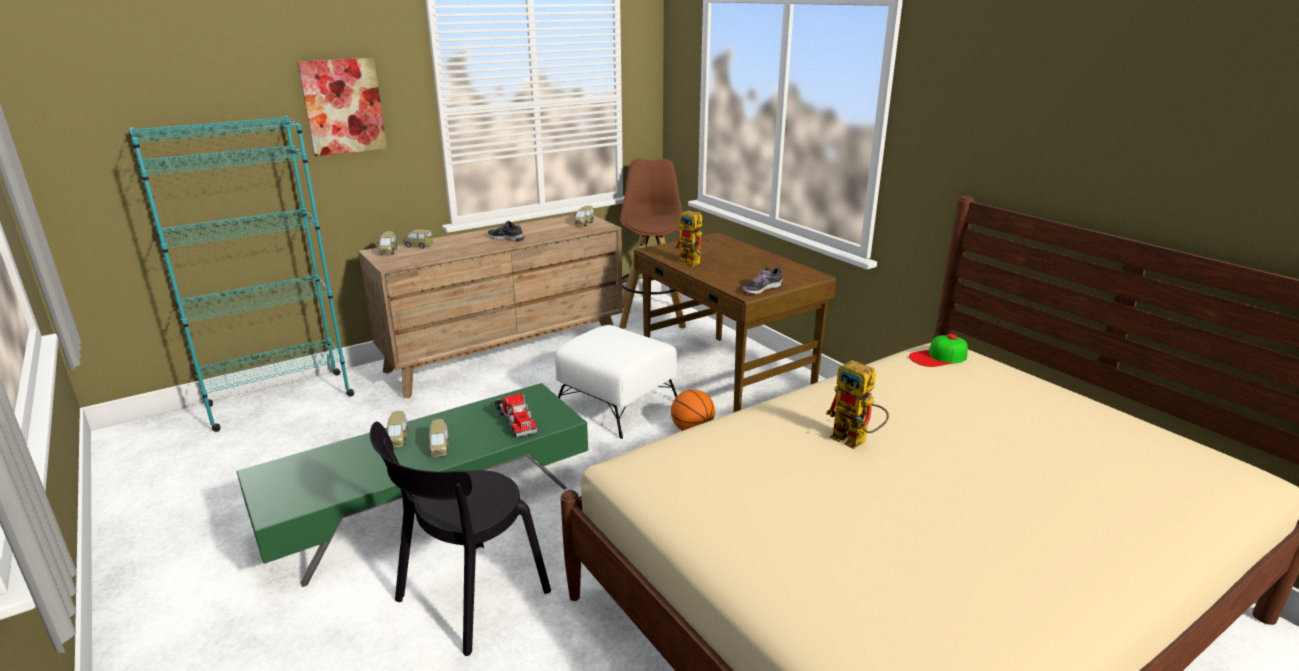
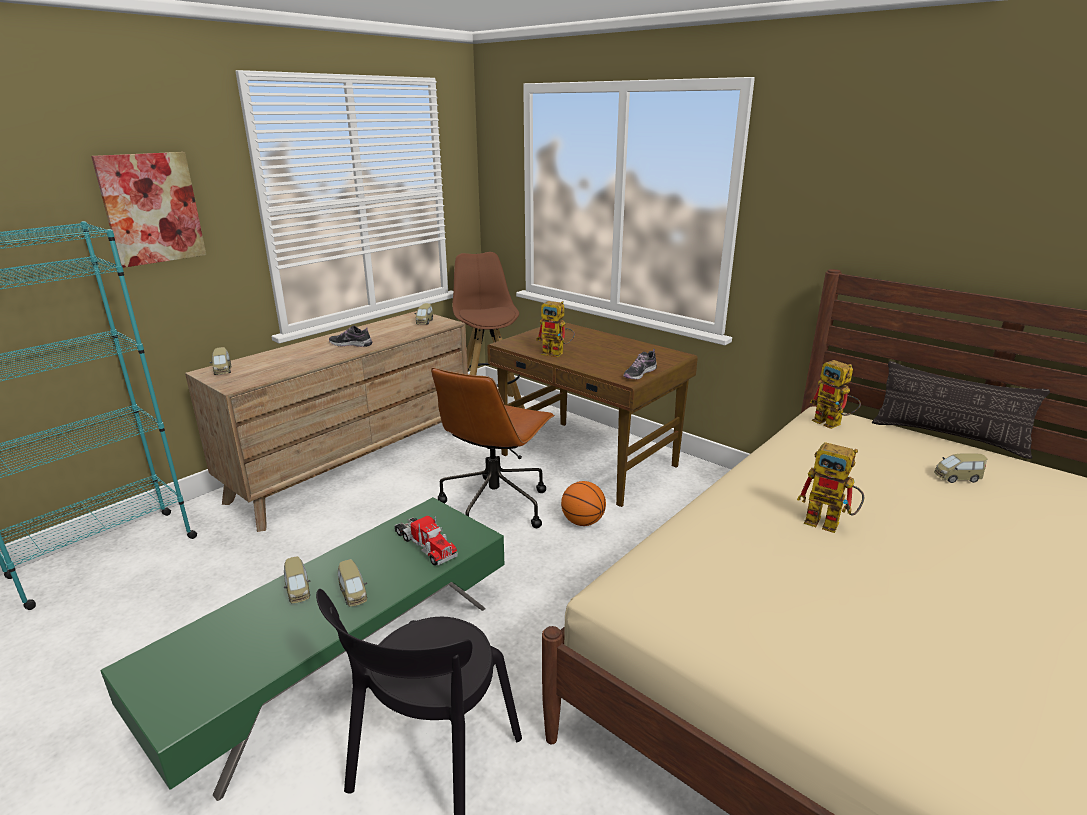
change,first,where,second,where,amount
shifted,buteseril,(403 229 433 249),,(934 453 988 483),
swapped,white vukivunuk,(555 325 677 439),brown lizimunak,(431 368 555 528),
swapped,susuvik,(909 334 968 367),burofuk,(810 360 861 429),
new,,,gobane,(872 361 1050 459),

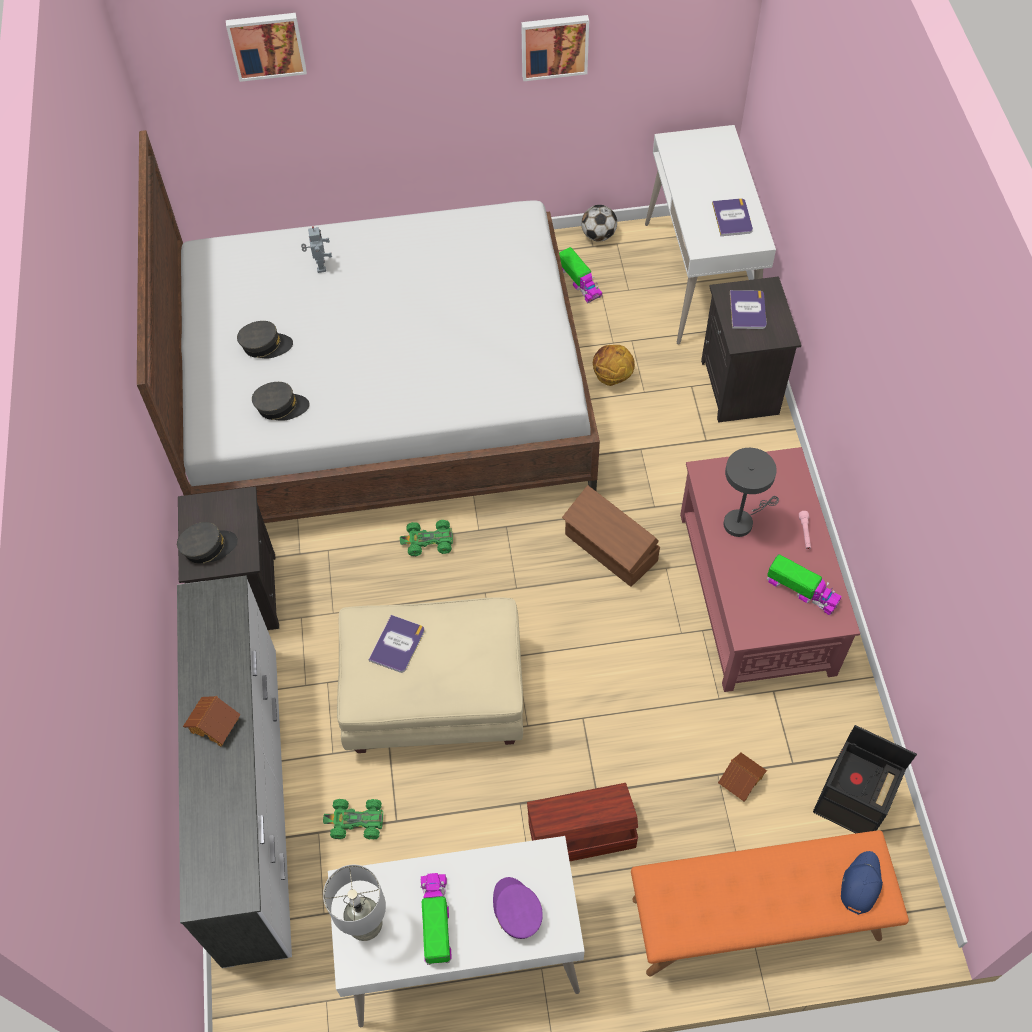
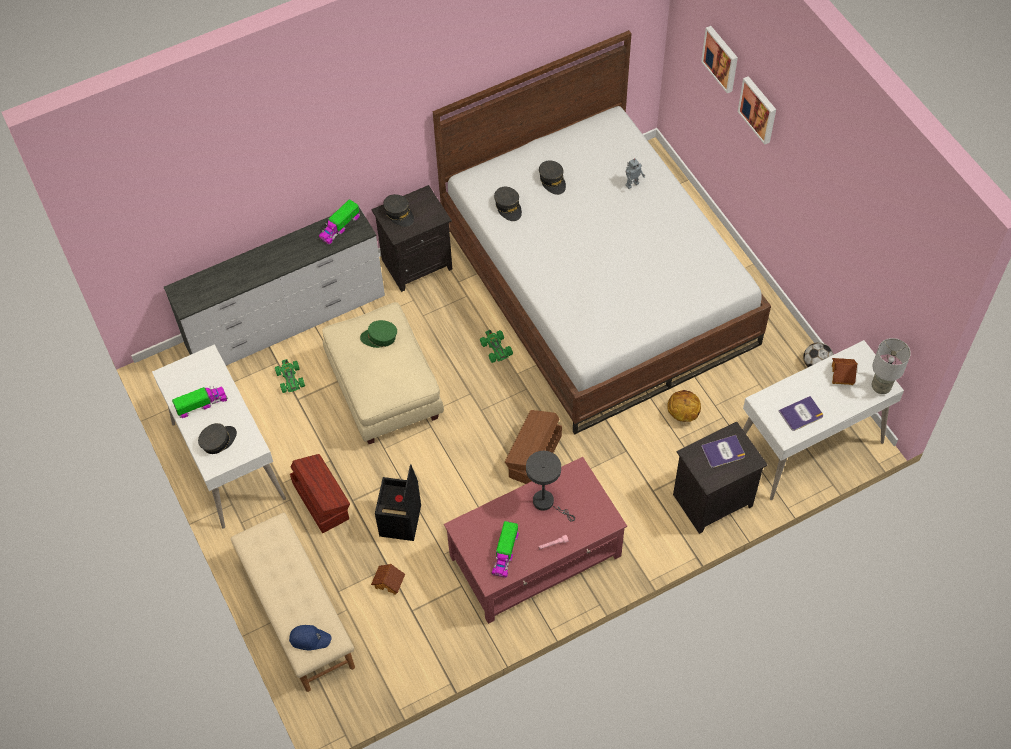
change,first,where,second,where,amount
shifted,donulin,(183 696 241 746),,(832 358 858 385),
shifted,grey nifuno,(323 864 386 941),,(872 338 911 394),
swapped,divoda,(369 615 425 673),green susuvik,(360 320 397 348),
repainted,purple susuvik,(493 877 543 939),grey susuvik,(198 423 237 454),
shifted,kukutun,(521 15 589 81),,(738 76 776 145),
shifted,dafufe,(559 247 602 303),,(319 199 360 245),
repainted,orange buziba,(631 830 909 976),beige buziba,(231 513 355 692),
shifted,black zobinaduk,(813 725 917 833),,(375 464 421 541),

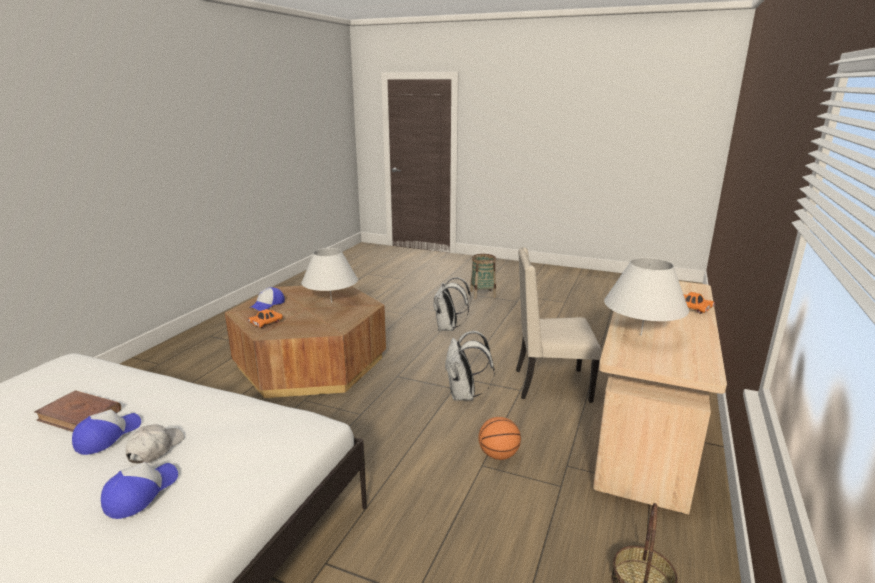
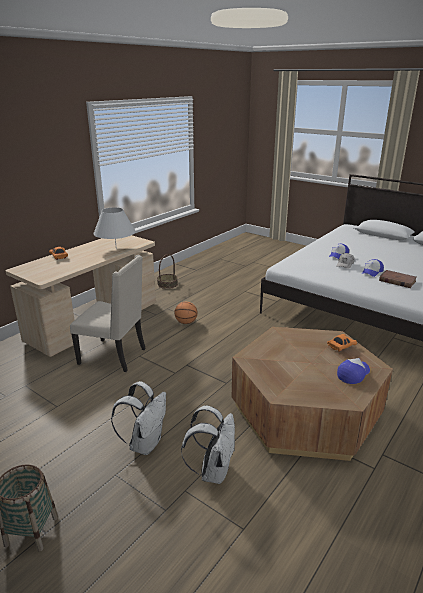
change,first,where,second,where,amount
gone,white nifuno,(301 248 358 303),,,
shifted,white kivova,(445 331 495 401),,(181 405 235 484),

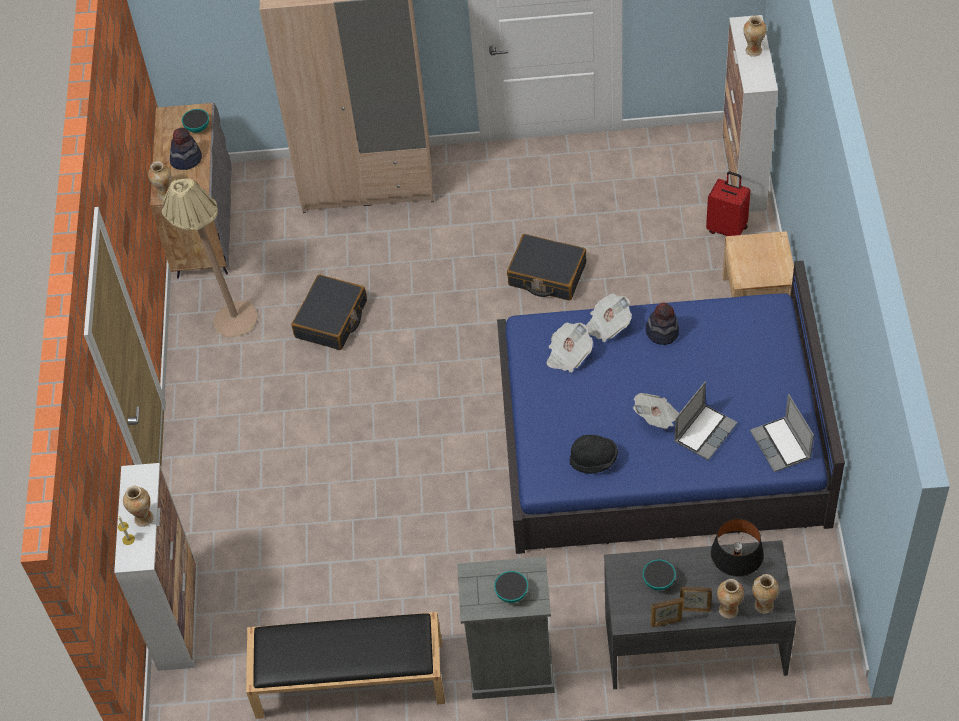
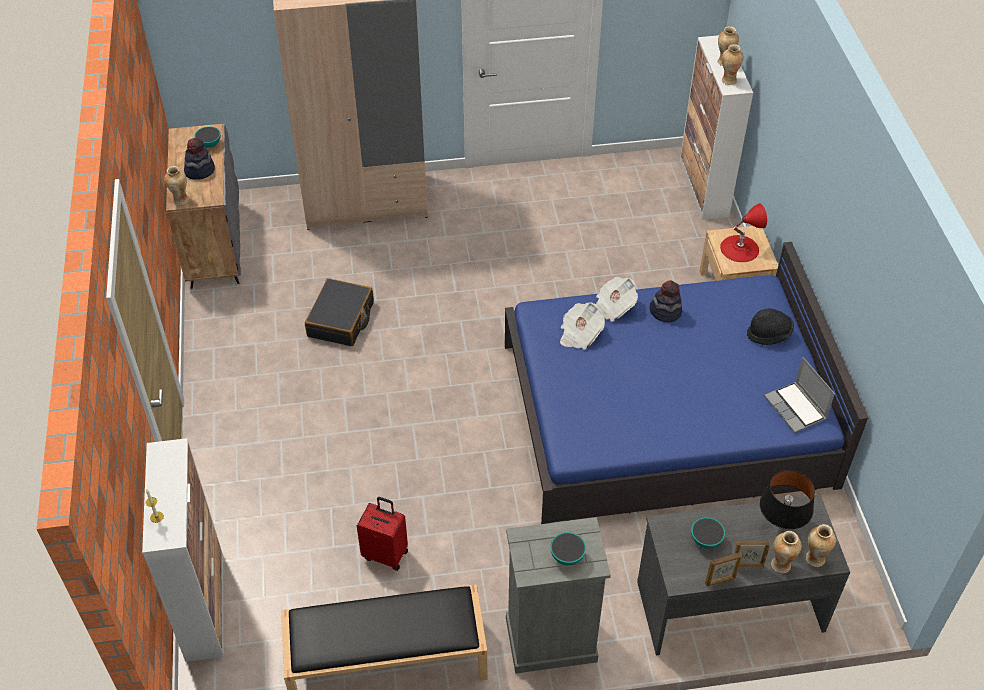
change,first,where,second,where,amount
shifted,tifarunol,(123 486 154 527),,(722 44 743 85),
gone,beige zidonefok,(162 178 257 337),,,
gone,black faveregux,(507 234 586 301),,,
shifted,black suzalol,(569 435 618 474),,(747 309 794 345),
gone,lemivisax,(633 393 679 429),,,
gone,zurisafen,(674 381 737 460),,,
shifted,red faveregux,(706 171 751 236),,(357 497 408 571),
new,,,red nifuno,(720 204 767 262),

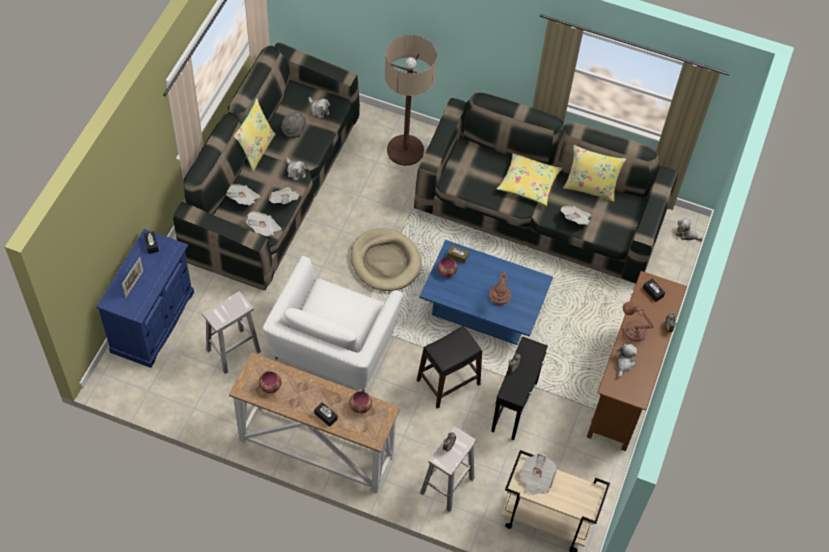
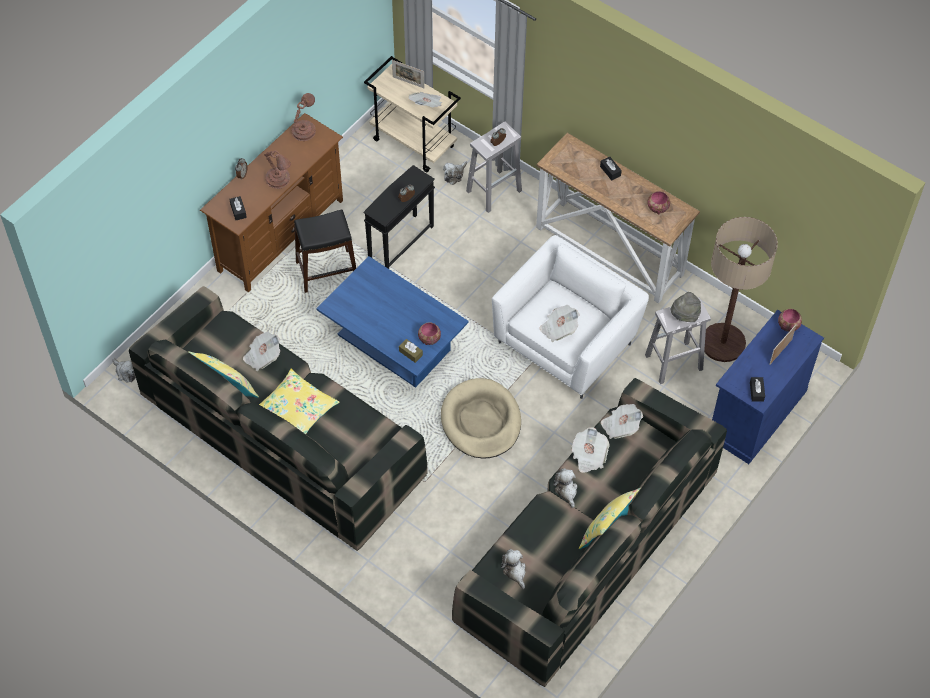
change,first,where,second,where,amount
shifted,lemivisax,(226 184 260 206),,(539 305 580 342),
shifted,grey suzalol,(281 112 306 138),,(671 292 701 322),
shifted,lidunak,(350 391 372 414),,(778 309 802 332),
shifted,zidonefok,(385 35 437 166),,(704 217 778 362),
shifted,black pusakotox,(417 326 482 409),,(294 210 356 293),
shifted,brown nifuno,(489 271 511 306),,(292 93 316 141),
shifted,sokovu,(615 344 637 378),,(443 161 467 185),
new,,,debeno,(392 60 424 88),

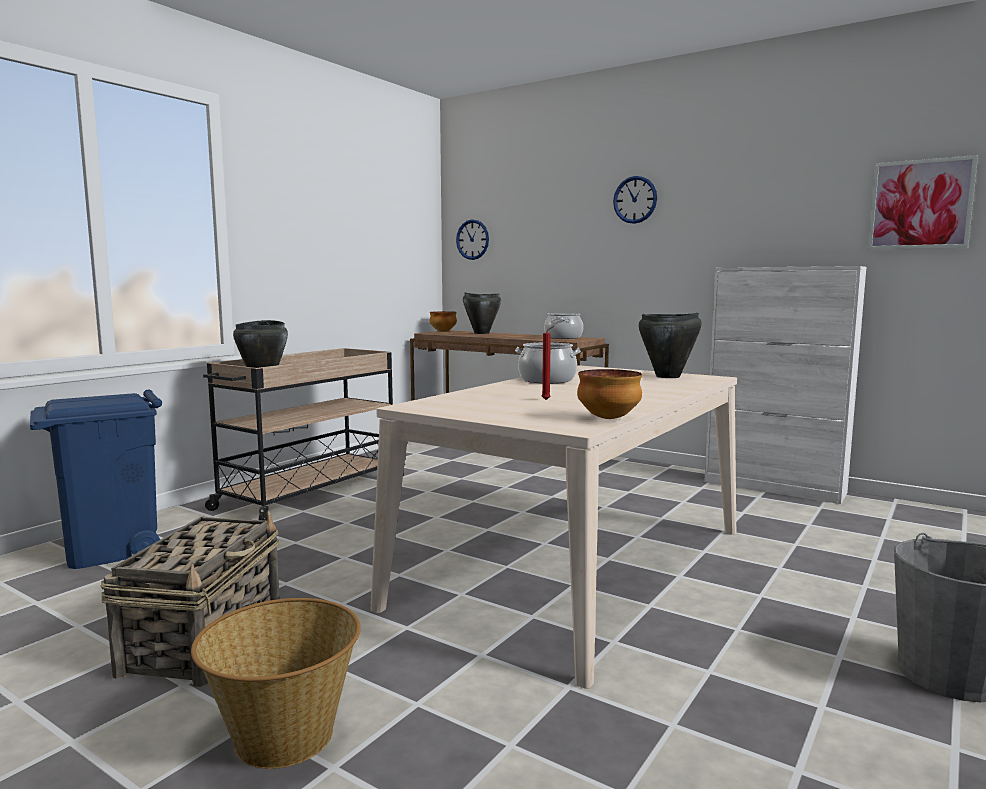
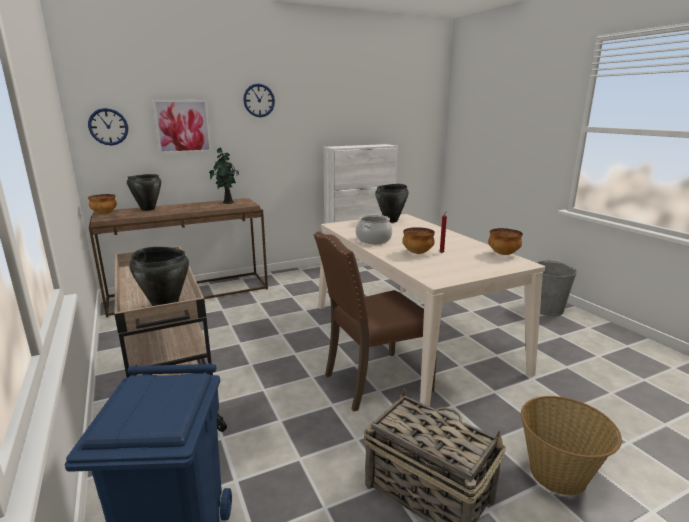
change,first,where,second,where,amount
swapped,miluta,(544 313 583 339),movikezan,(209 148 239 204),
shifted,kukutun,(868 155 978 250),,(152 100 212 154),
new,,,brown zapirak,(314 231 437 412),
new,,,lidunak,(402 227 435 254),

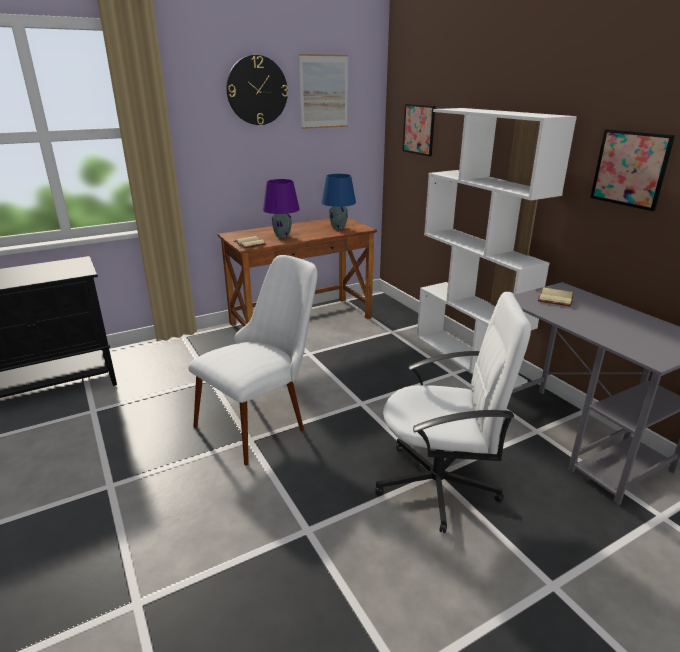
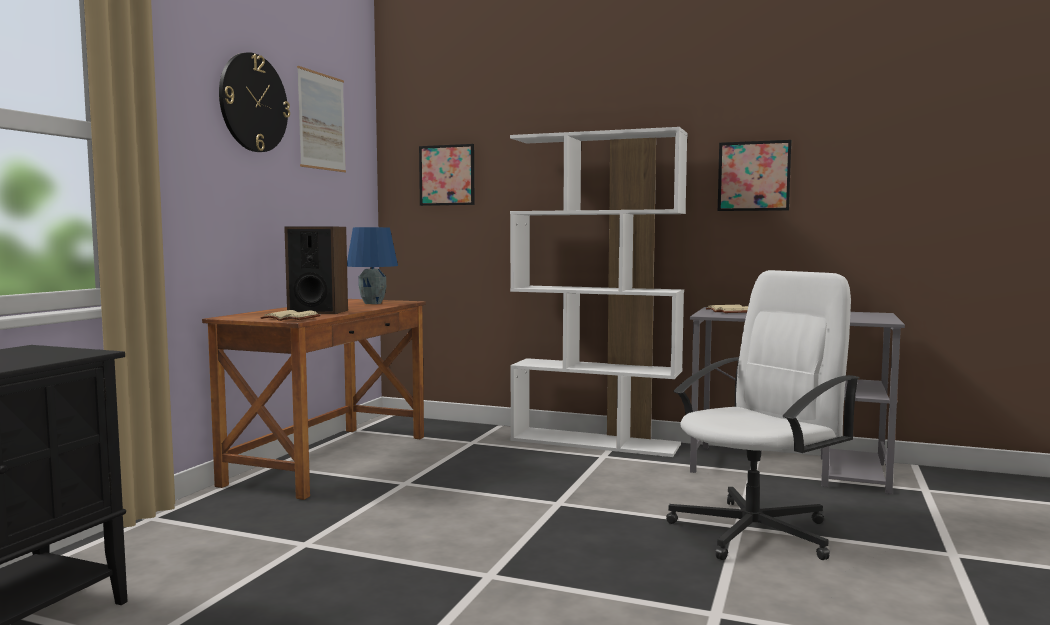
change,first,where,second,where,amount
gone,white zapirak,(189 255 318 466),,,
swapped,purple nifuno,(263 179 300 238),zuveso,(284 226 348 314),

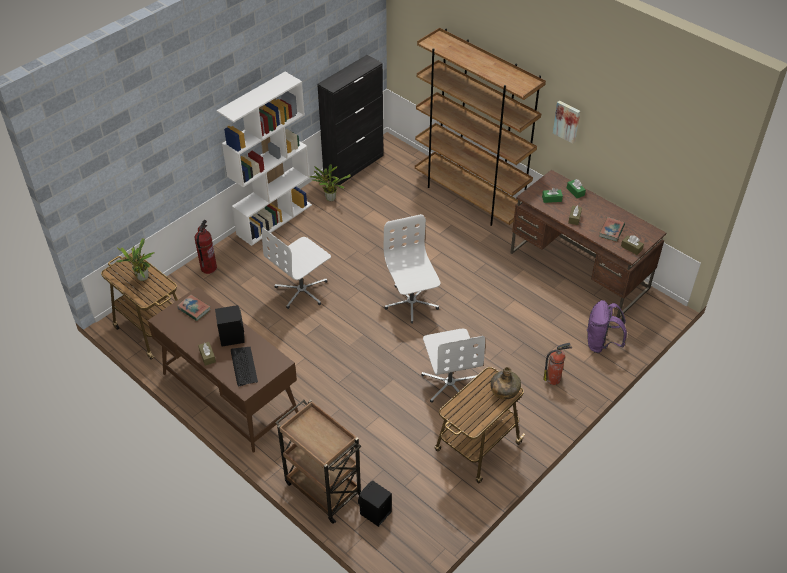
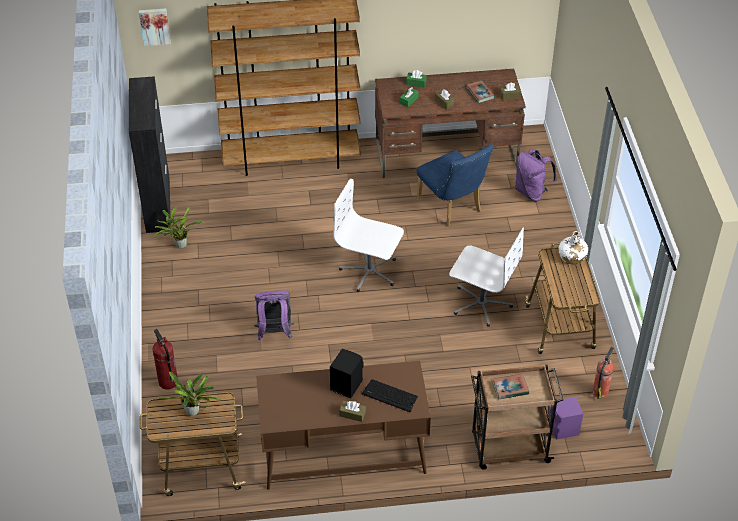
change,first,where,second,where,amount
shifted,divoda,(177 294 211 321),,(492 374 529 400),
gone,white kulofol,(217 72 312 246),,,
swapped,white lizimunak,(262 228 331 309),purple kivova,(254 290 294 340),
repainted,black zuveso,(358 480 392 527),purple zuveso,(550 397 583 440),
repainted,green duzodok,(490 367 521 400),white duzodok,(559 231 588 264),
shifted,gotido,(543 343 572 385),,(593 347 614 399),
shifted,kukutun,(553 101 580 144),,(139 9 171 46),
new,,,blue zapirak,(417 144 494 227),

